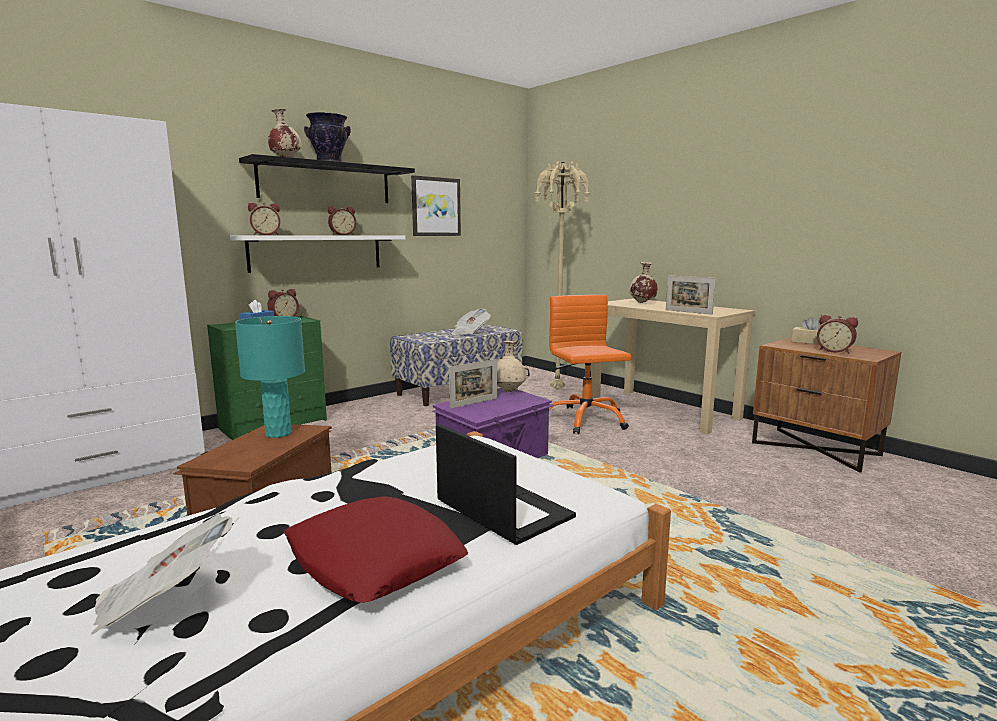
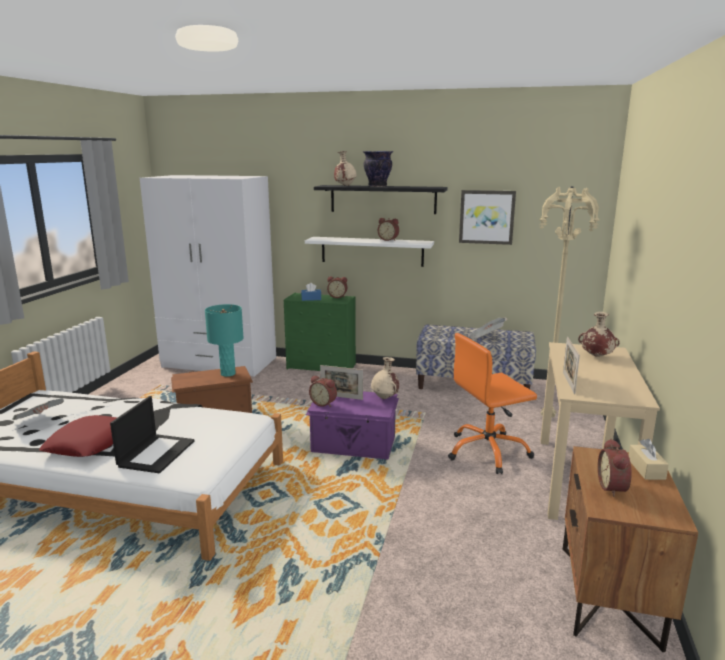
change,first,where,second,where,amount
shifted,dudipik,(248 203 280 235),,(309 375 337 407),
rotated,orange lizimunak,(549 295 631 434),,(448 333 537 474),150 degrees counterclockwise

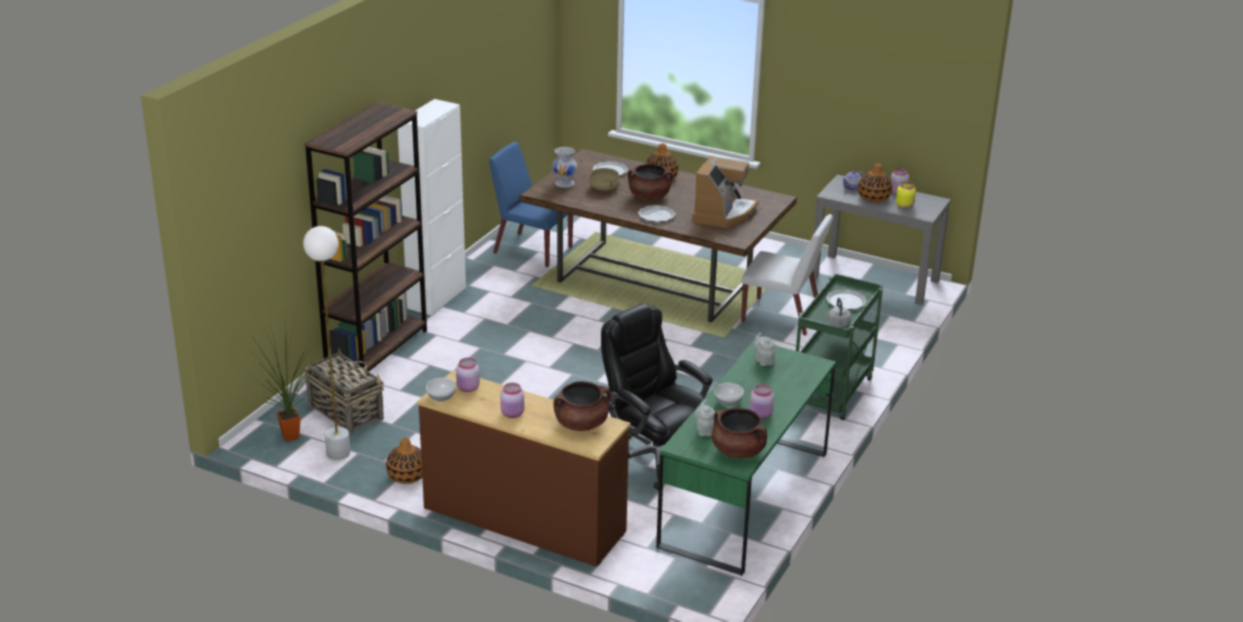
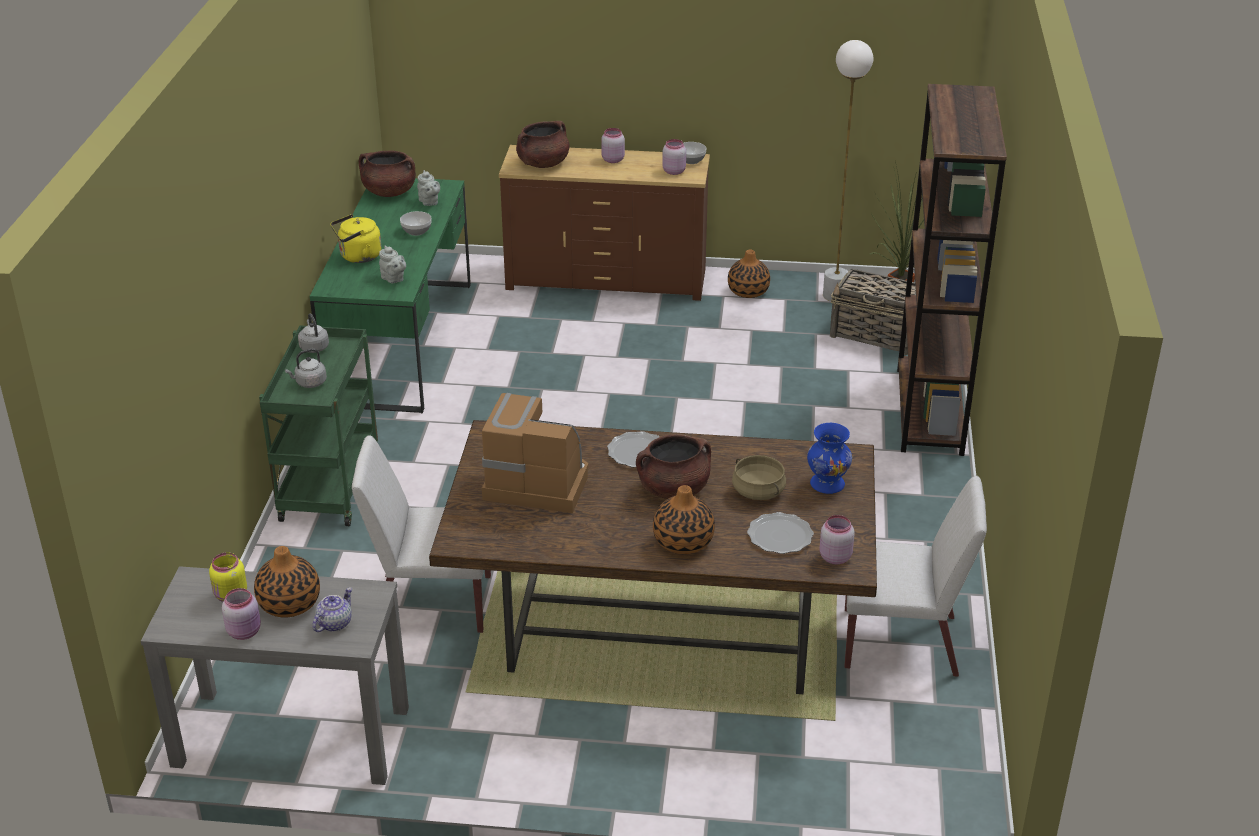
change,first,where,second,where,amount
gone,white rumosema,(398 99 466 316),,,
repainted,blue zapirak,(489 142 573 267),white zapirak,(845 476 987 677),
repainted,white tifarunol,(552 147 577 188),blue tifarunol,(807 423 852 494),
gone,black lizimunak,(601 304 713 490),,,
rotated,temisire,(692 156 759 228),,(482 393 589 513),105 degrees clockwise
shifted,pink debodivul,(750 385 774 419),,(819 515 855 564),
swapped,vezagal,(826 289 867 310),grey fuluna,(285 349 327 388),
new,,,yellow fuluna,(331 214 382 263),

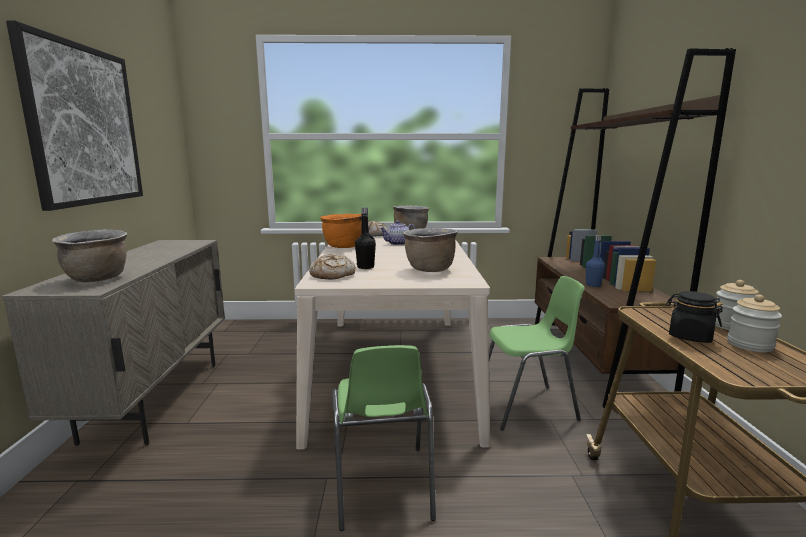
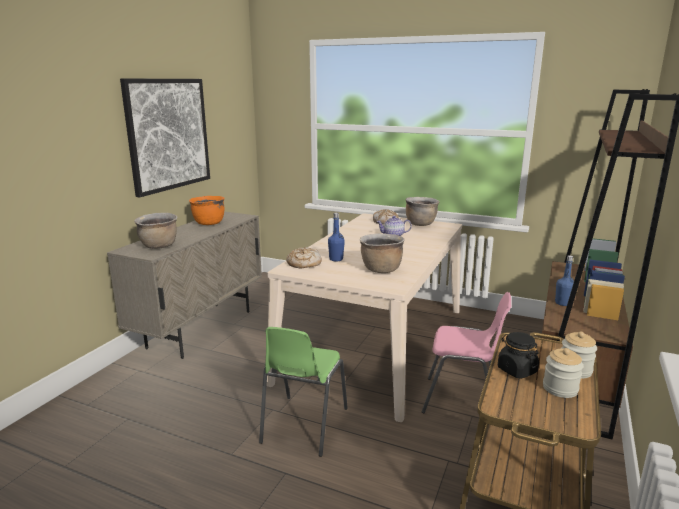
change,first,where,second,where,amount
shifted,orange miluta,(320 214 362 248),,(189 196 225 225),
repainted,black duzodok,(355 208 376 269),blue duzodok,(328 212 345 262),
repainted,green zapirak,(489 276 585 431),pink zapirak,(421 292 511 413),

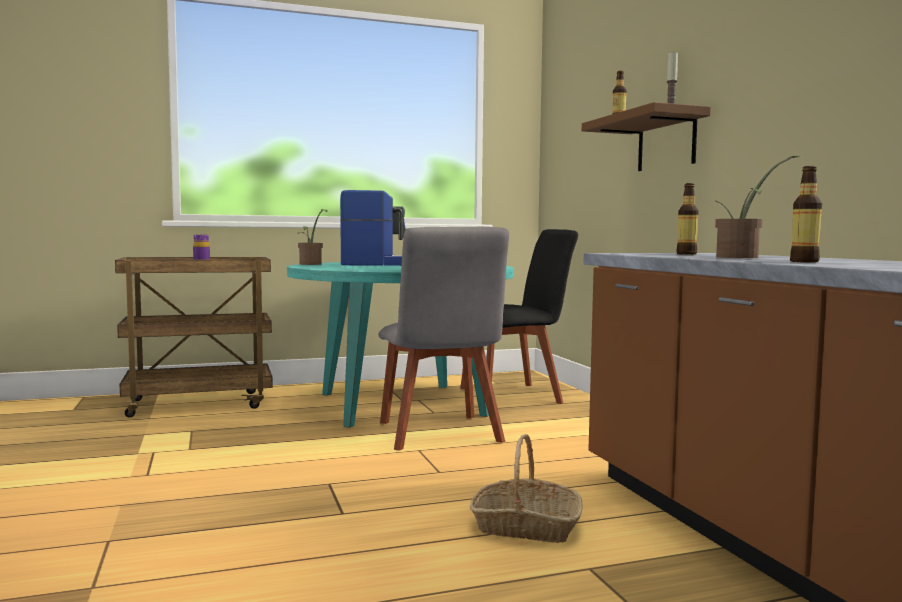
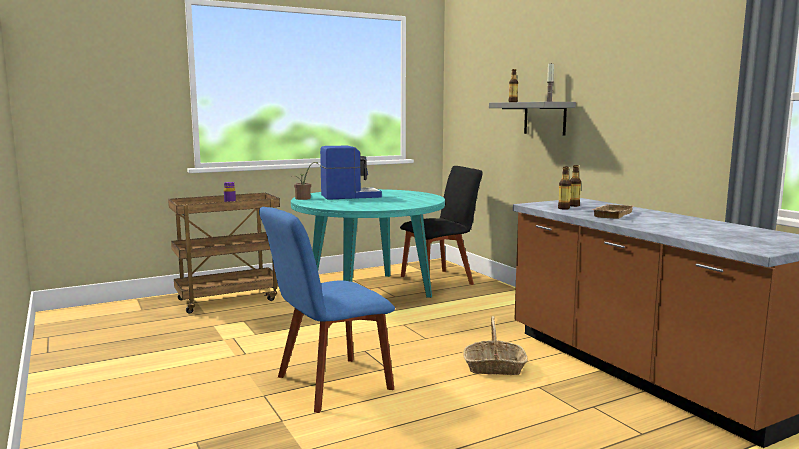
change,first,where,second,where,amount
gone,grey zapirak,(378 227 509 451),,,
repainted,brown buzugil,(582 102 711 171),grey buzugil,(489 102 576 136),
swapped,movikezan,(703 156 805 258),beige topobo,(592 204 634 219),
shifted,duzodok,(790 166 822 262),,(558 167 571 210),
new,,,blue zapirak,(259 207 395 413),

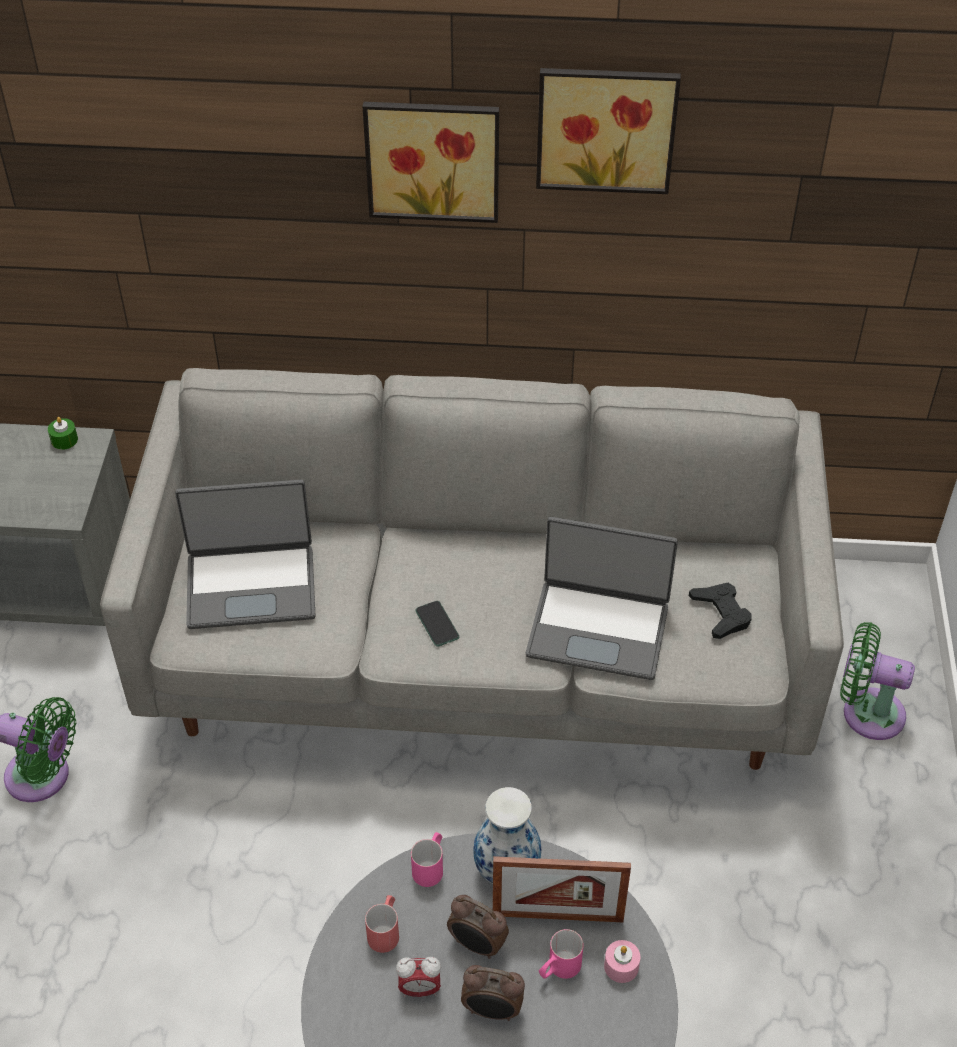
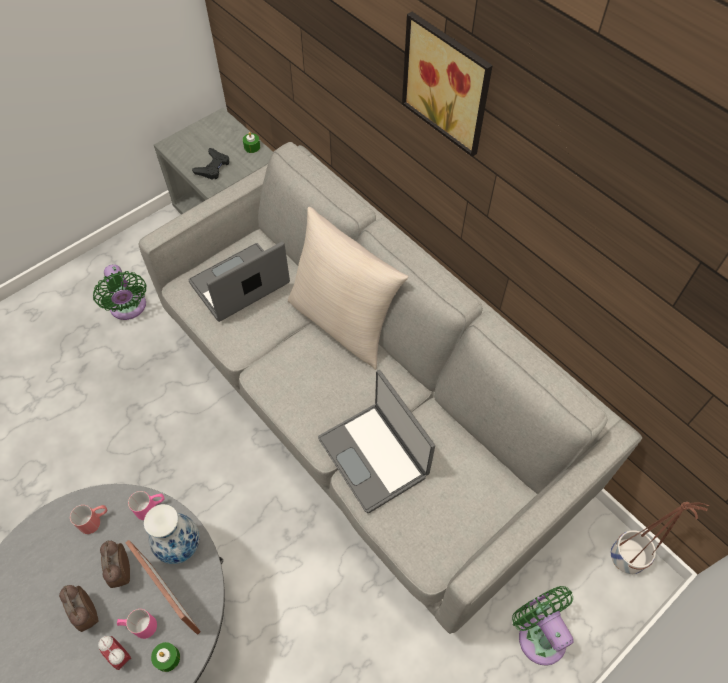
change,first,where,second,where,amount
rotated,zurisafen,(175 479 316 629),,(189 242 290 322),105 degrees clockwise
shifted,dudipik,(396 957 441 997),,(98 636 131 670),
gone,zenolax,(416 601 459 647),,,
gone,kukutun,(536 68 681 194),,,
repainted,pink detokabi,(604 940 640 983),green detokabi,(151 642 180 672),
shifted,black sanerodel,(689 583 752 639),,(192 148 229 180),
new,,,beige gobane,(288 207 408 370),
new,,,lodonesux,(611 502 709 574),

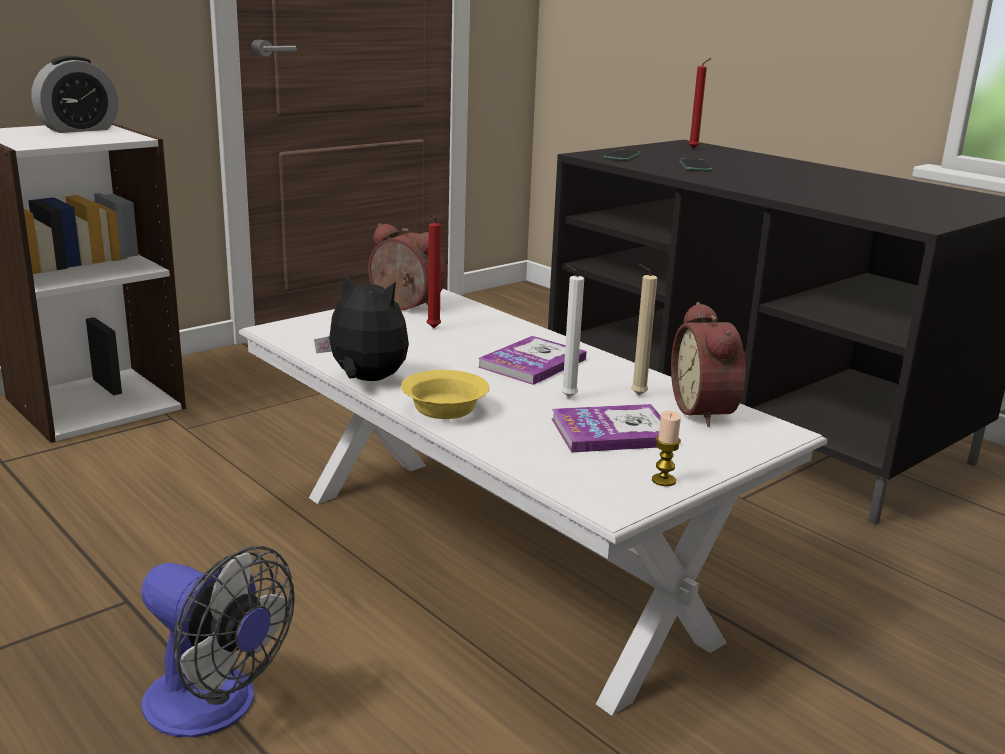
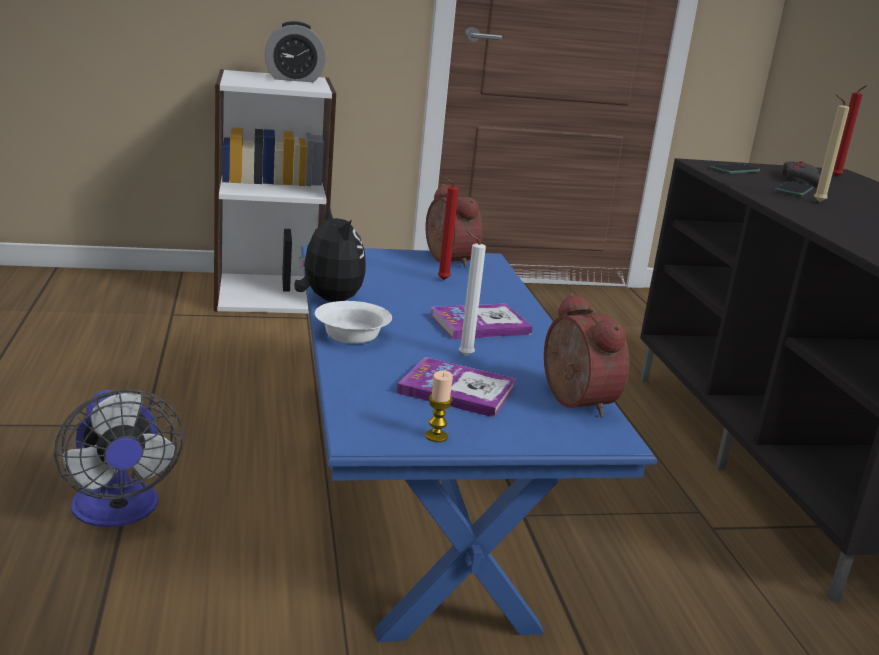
change,first,where,second,where,amount
repainted,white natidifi,(239 289 827 716),blue natidifi,(301 246 657 642),
repainted,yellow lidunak,(401 370 490 419),white lidunak,(315 301 392 344),
shifted,beige detokabi,(631 264 657 395),,(814 94 849 202),
rotated,dudipik,(671 302 745 427),,(544 293 630 418),135 degrees clockwise
new,,,grey sanerodel,(782 161 820 187),

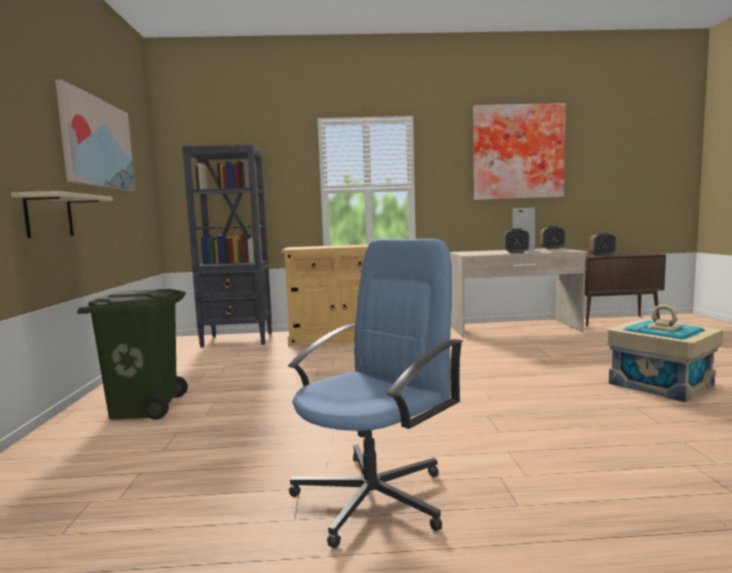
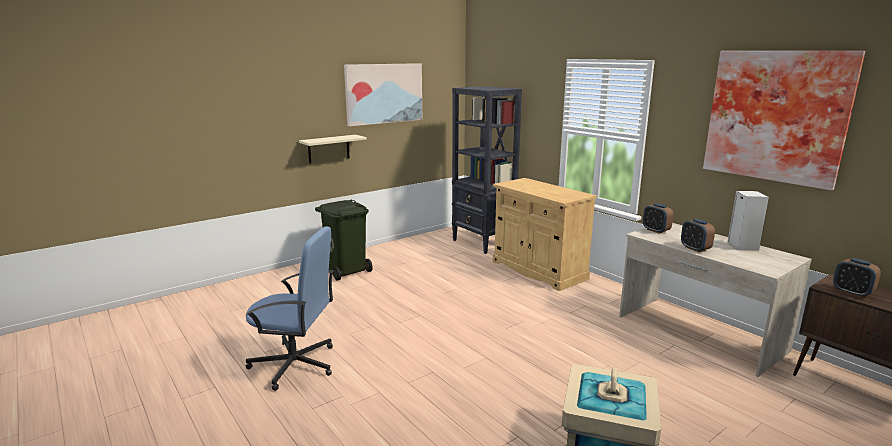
change,first,where,second,where,amount
shifted,dudipik,(540 226 565 249),,(643 203 673 234),

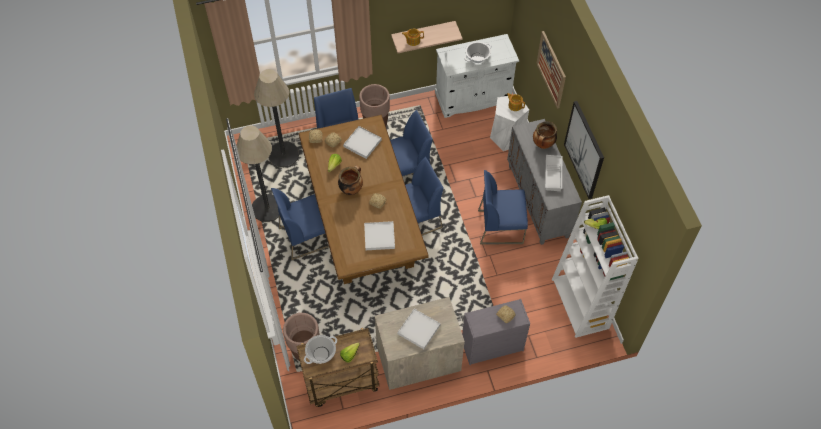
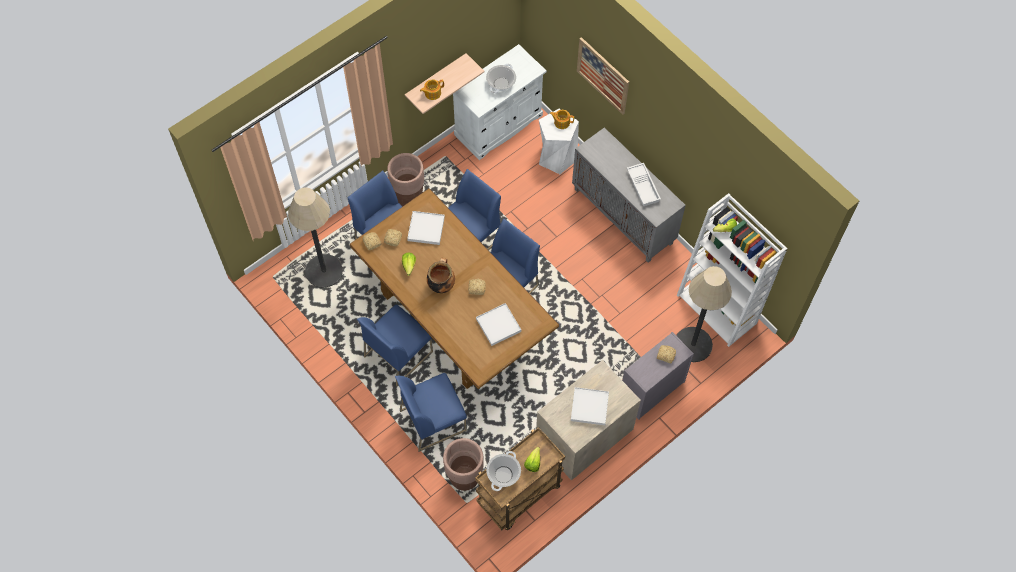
change,first,where,second,where,amount
shifted,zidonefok,(236 126 279 222),,(676 266 732 362),
shifted,blue zapirak,(478 170 528 245),,(395 373 467 452),
gone,miluta,(533 121 557 149),,,
gone,kukutun,(564 101 604 199),,,

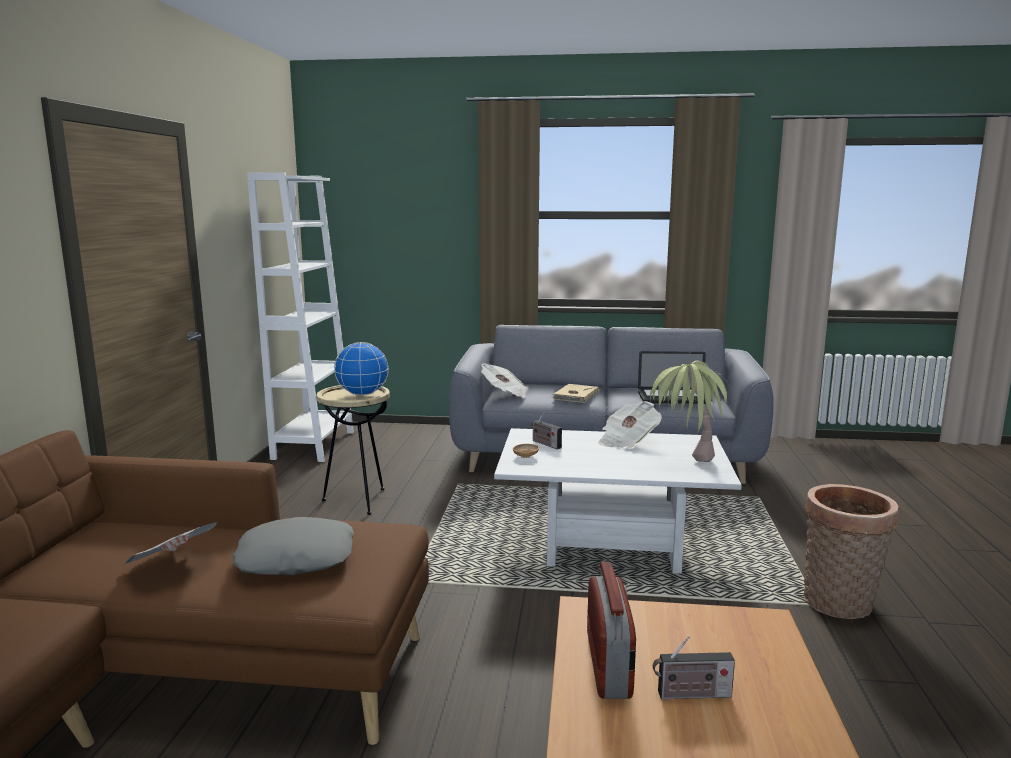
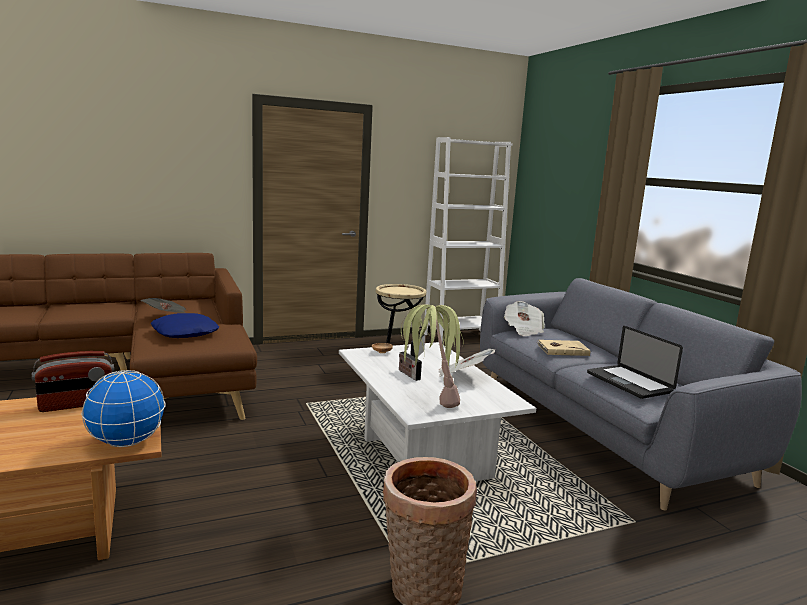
change,first,where,second,where,amount
repainted,grey gobane,(233 517 354 575),blue gobane,(151 313 219 338),
shifted,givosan,(334 342 389 396),,(81 370 166 447),
shifted,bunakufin,(653 636 735 699),,(399 345 422 381),

